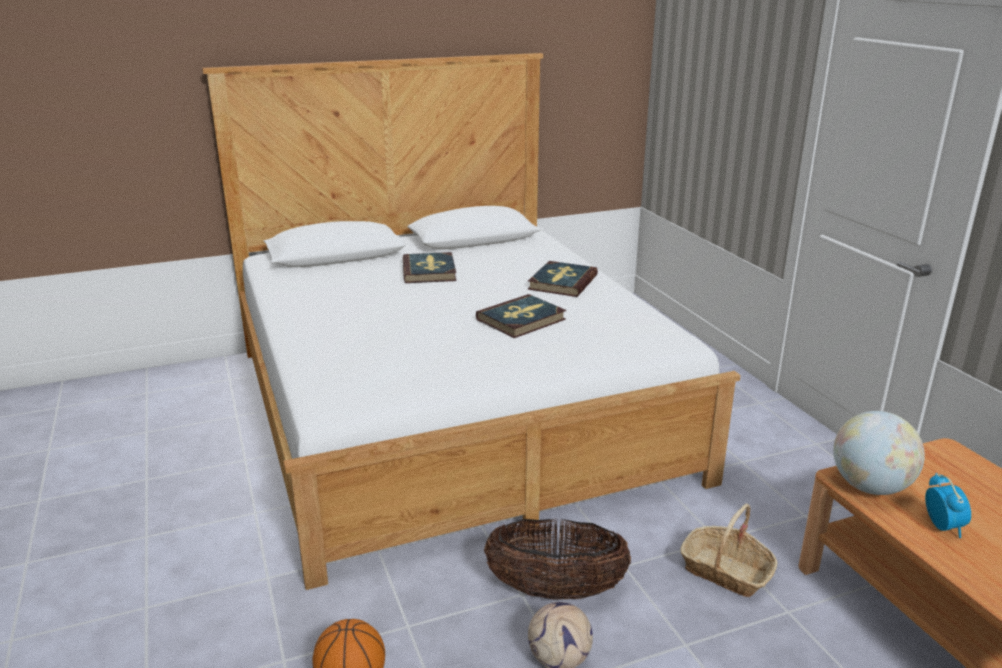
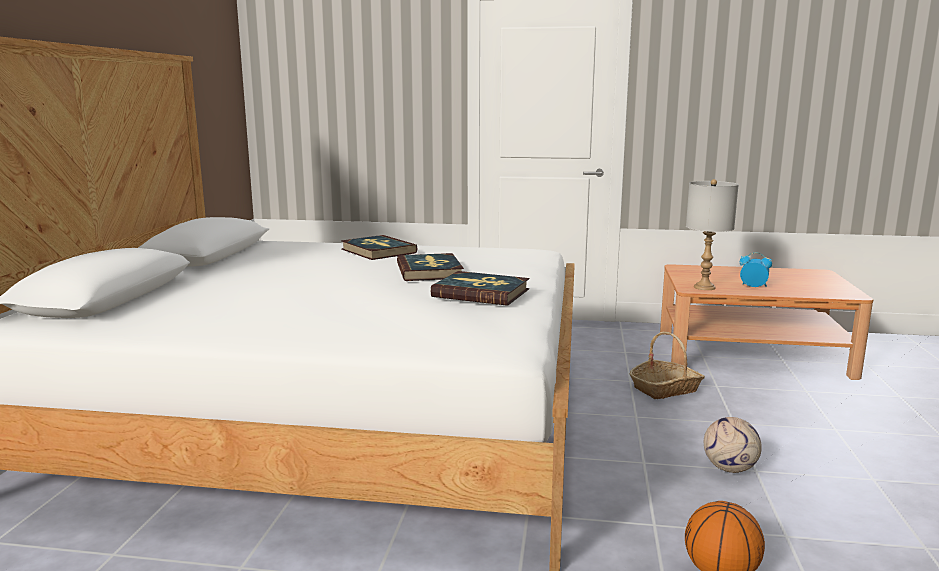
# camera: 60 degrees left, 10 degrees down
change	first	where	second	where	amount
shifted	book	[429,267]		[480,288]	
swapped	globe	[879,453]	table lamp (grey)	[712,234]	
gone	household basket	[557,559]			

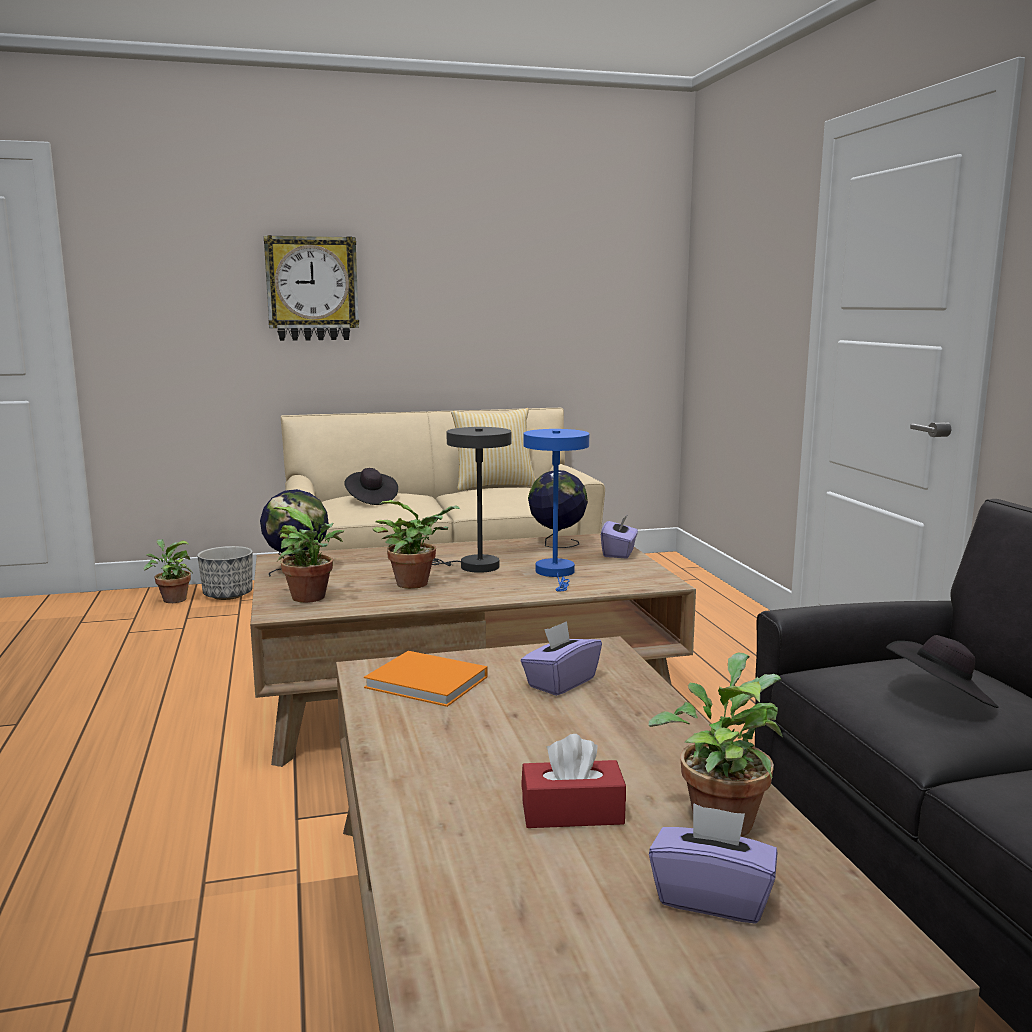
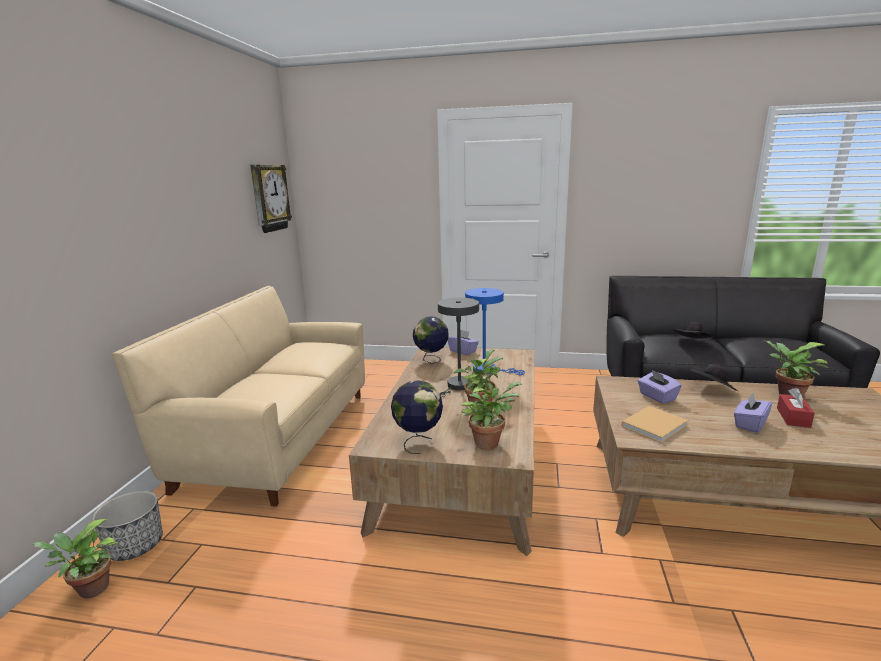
# camera: 65 degrees left, 5 degrees up
change	first	where	second	where	amount
shifted	hanging clock	[311,288]		[271,199]	
repainted	book (orange-coloured)	[426,679]	book (sand-coloured)	[654,424]	
shifted	clothing hat (black-coloured)	[371,486]		[714,377]	
shifted	box of tissues (purple-coloured)	[713,863]		[753,412]	
gone	pillow	[493,449]			

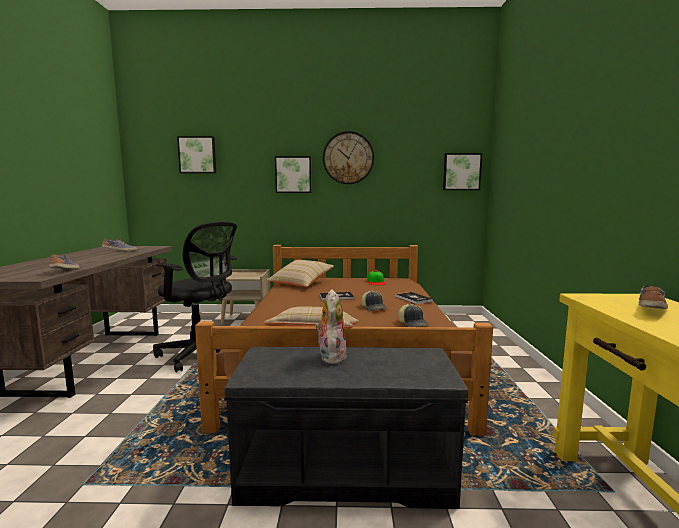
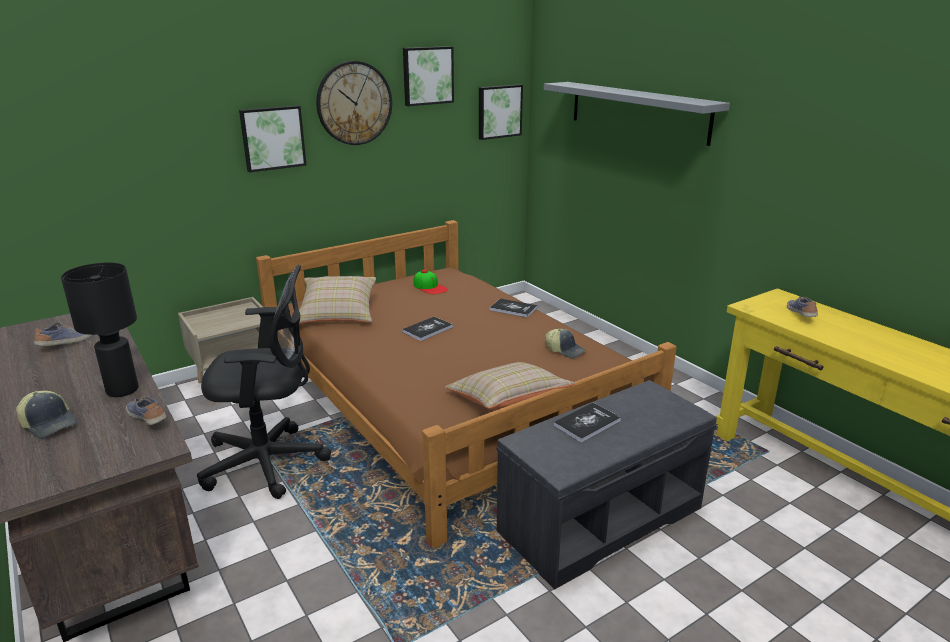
# camera: 35 degrees left, 15 degrees up
change	first	where	second	where	amount
shifted	cap	[374,300]		[47,415]	
new			table lamp (black-coloured)	[100,329]	
shifted	picture	[196,155]		[428,76]	
new			shelf (grey)	[637,114]	
swapped	soft toy	[331,326]	book	[587,423]	

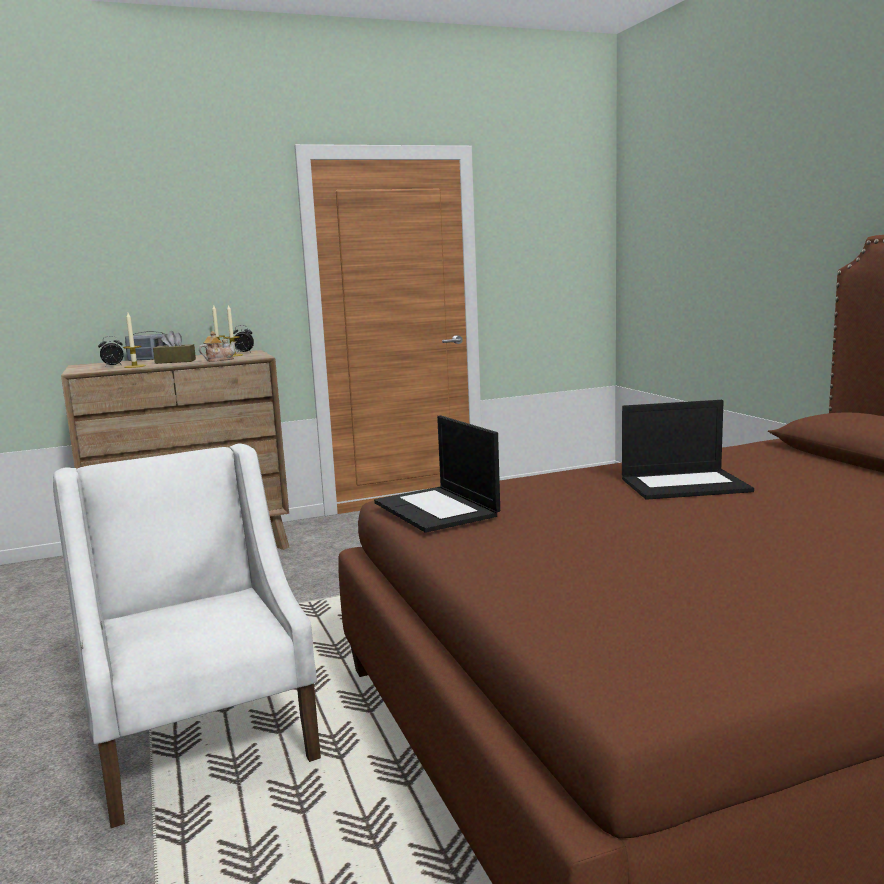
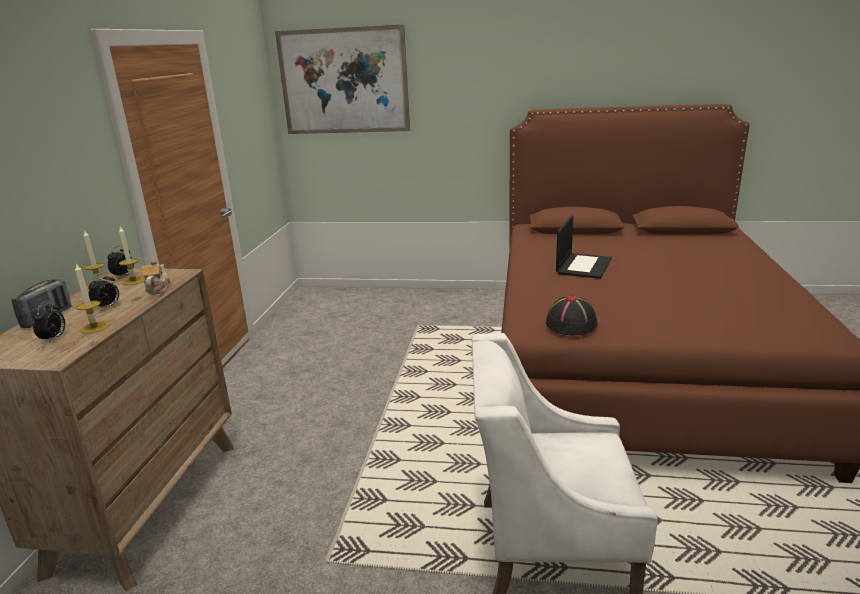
# camera: 60 degrees left, 10 degrees up
change	first	where	second	where	amount
swapped	box of tissues (brown)	[174,347]	table clock	[103,292]	
new			picture	[342,79]	
swapped	laptop	[437,474]	clothing hat (black-coloured)	[571,315]	

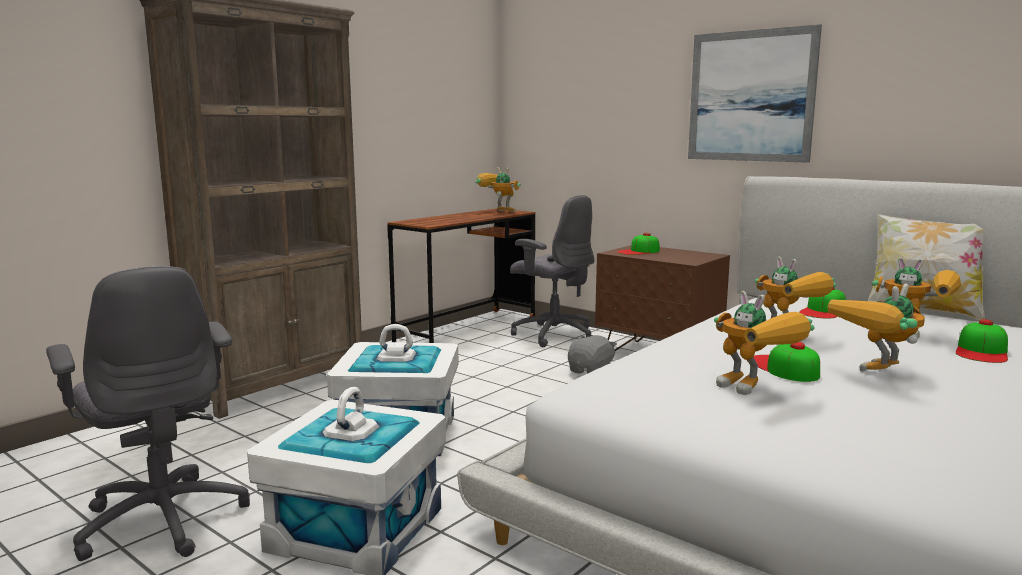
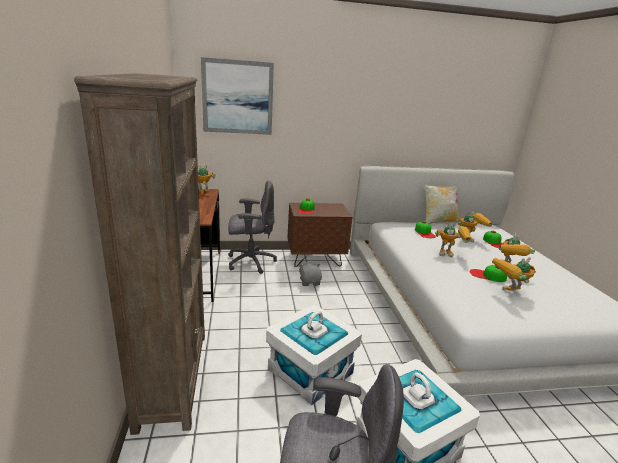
# camera: 50 degrees left, 10 degrees up
change	first	where	second	where	amount
shifted	picture	[755,93]		[237,96]	
rotated	toy robot	[764,343]		[514,274]	150 degrees clockwise

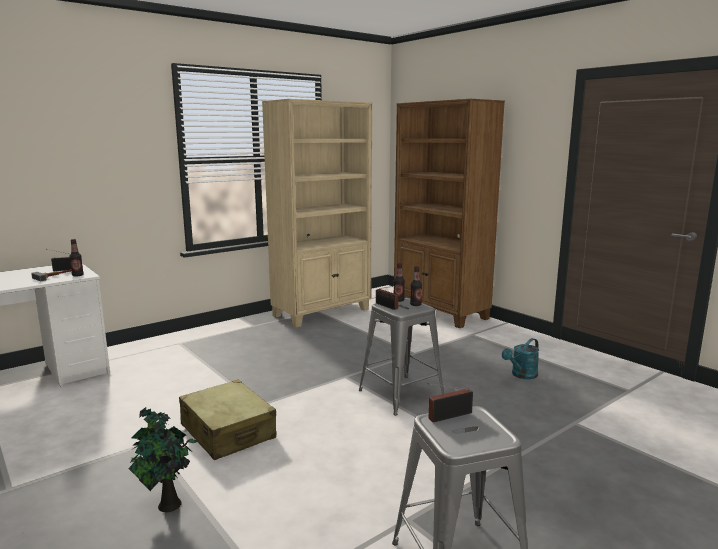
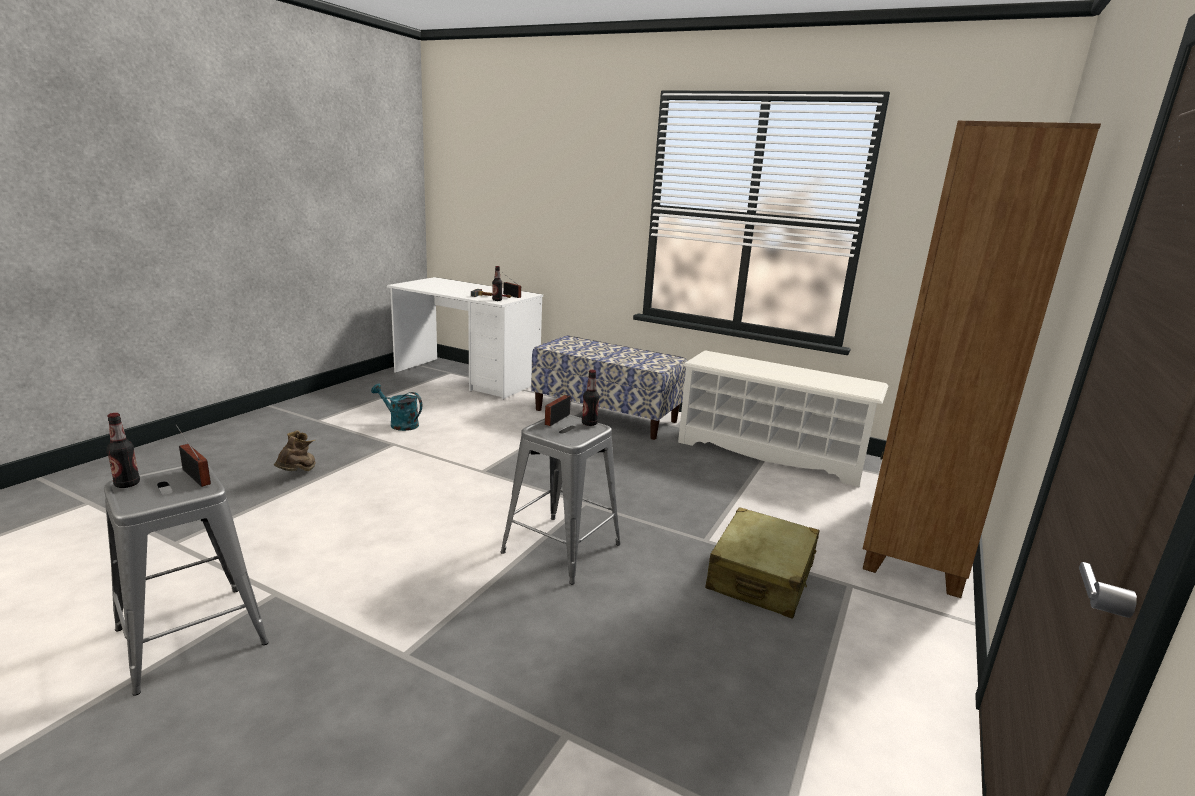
# camera: 65 degrees right, 5 degrees up
change	first	where	second	where	amount
shifted	bottle	[416,286]		[123,450]	
swapped	houseplant	[163,459]	high-top boot (brown)	[294,451]	
shifted	sprinkling can (turquoise-coloured)	[520,358]		[396,407]	
new			indoor bench	[609,387]	
swapped	shelving unit (sand-coloured)	[317,213]	shoe rack (whitish)	[783,418]	
shifted	suitcase (sand-coloured)	[227,419]		[762,563]	

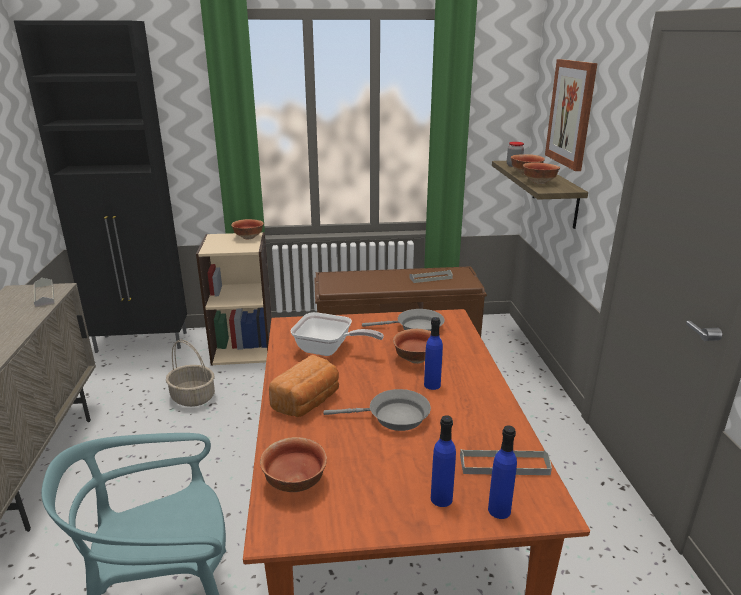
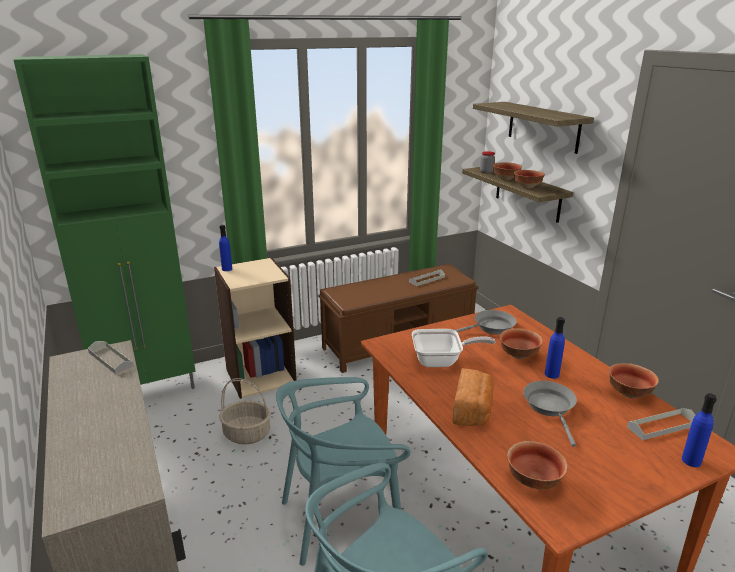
# camera: 20 degrees left, 0 degrees up
change	first	where	second	where	amount
repainted	storage cabinet (black-coloured)	[100,186]	storage cabinet (green)	[105,221]	
shifted	bottle (bluish)	[443,461]		[225,248]	
new			upright chair (turquoise-coloured)	[343,471]	
swapped	picture	[571,115]	shelf	[533,128]	
rotated	frying pan (grey)	[377,410]		[550,414]	75 degrees counterclockwise
shifted	deep dish	[247,229]		[634,380]	

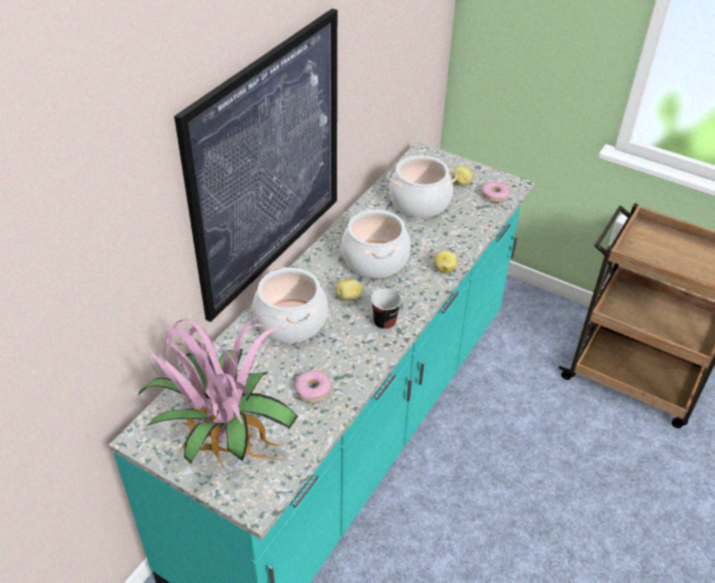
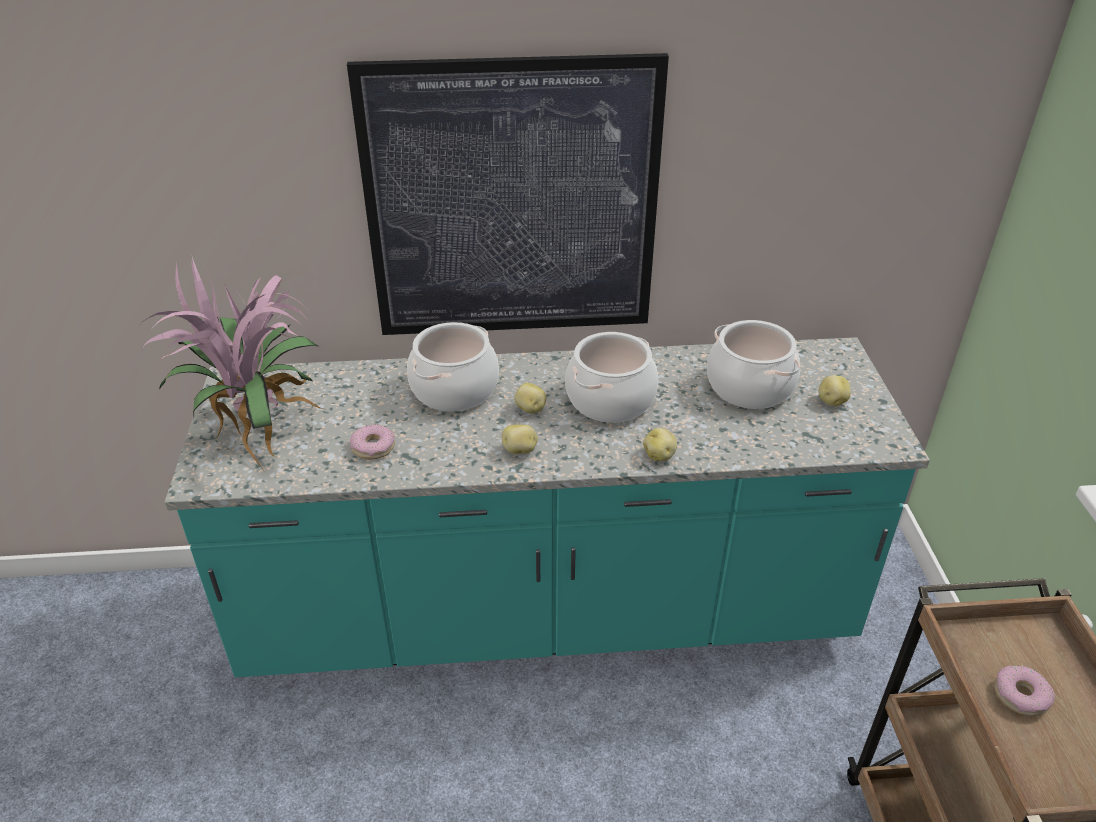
# camera: 55 degrees right, 5 degrees down
change	first	where	second	where	amount
swapped	cup	[386,309]	whole potato	[520,439]	
shifted	donut	[496,191]		[1024,690]	

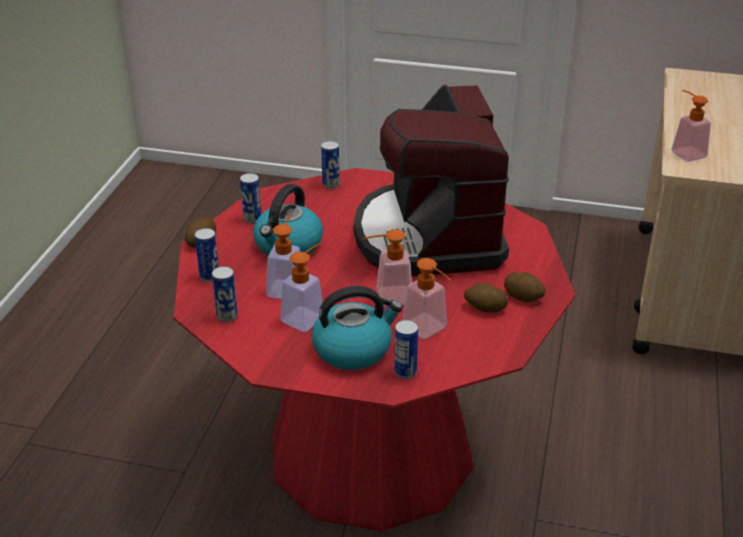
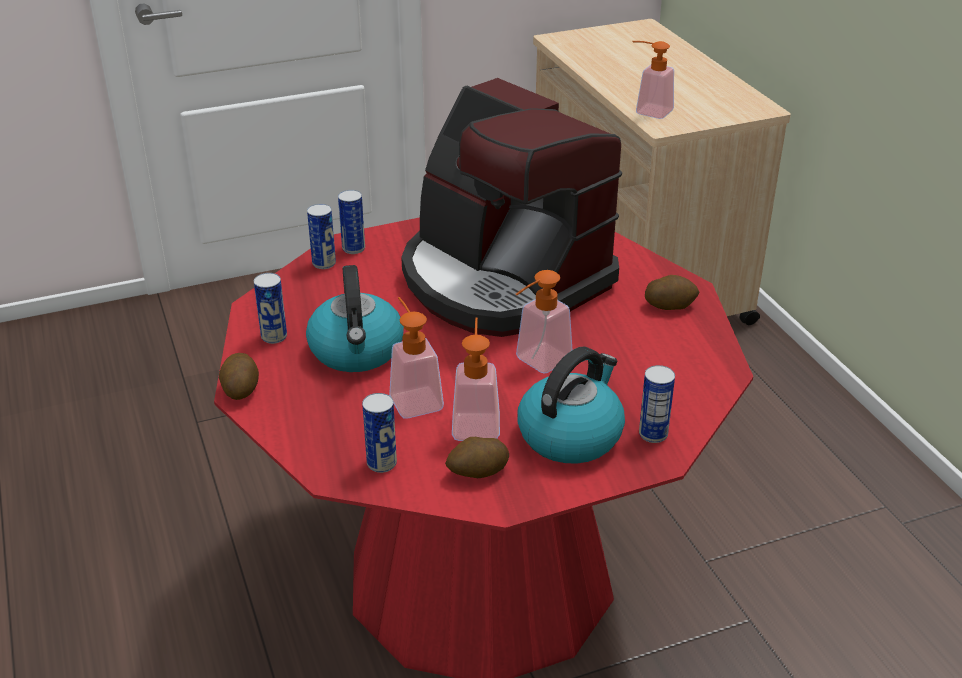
# camera: 35 degrees left, 0 degrees up
change	first	where	second	where	amount
shifted	metal can	[207,255]		[351,222]	
shifted	whole potato	[486,298]		[477,457]	
gone	liquid soap bottle	[426,298]			

